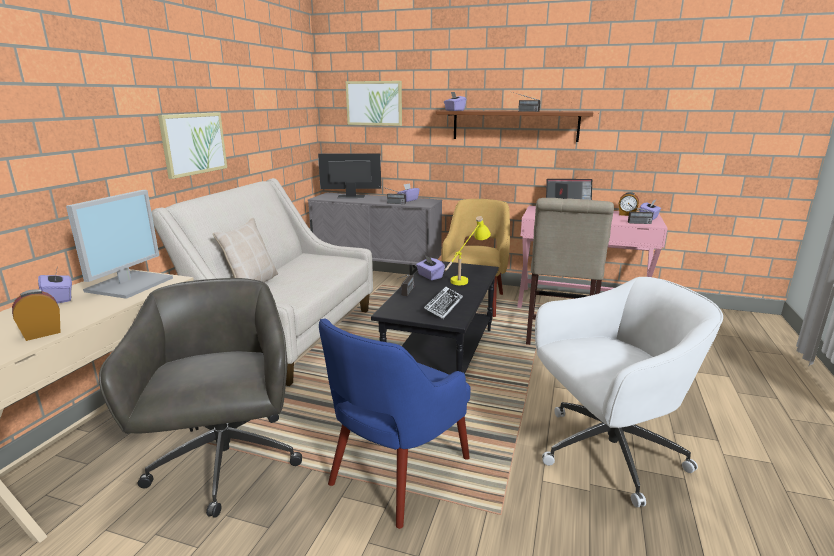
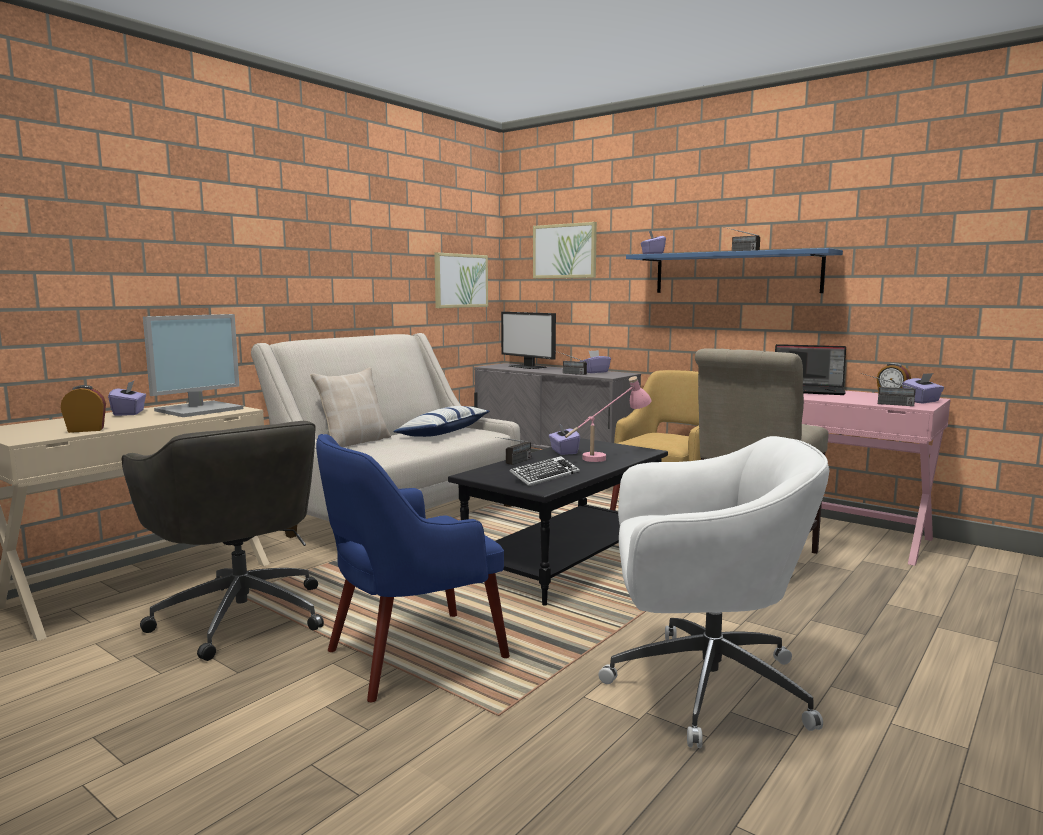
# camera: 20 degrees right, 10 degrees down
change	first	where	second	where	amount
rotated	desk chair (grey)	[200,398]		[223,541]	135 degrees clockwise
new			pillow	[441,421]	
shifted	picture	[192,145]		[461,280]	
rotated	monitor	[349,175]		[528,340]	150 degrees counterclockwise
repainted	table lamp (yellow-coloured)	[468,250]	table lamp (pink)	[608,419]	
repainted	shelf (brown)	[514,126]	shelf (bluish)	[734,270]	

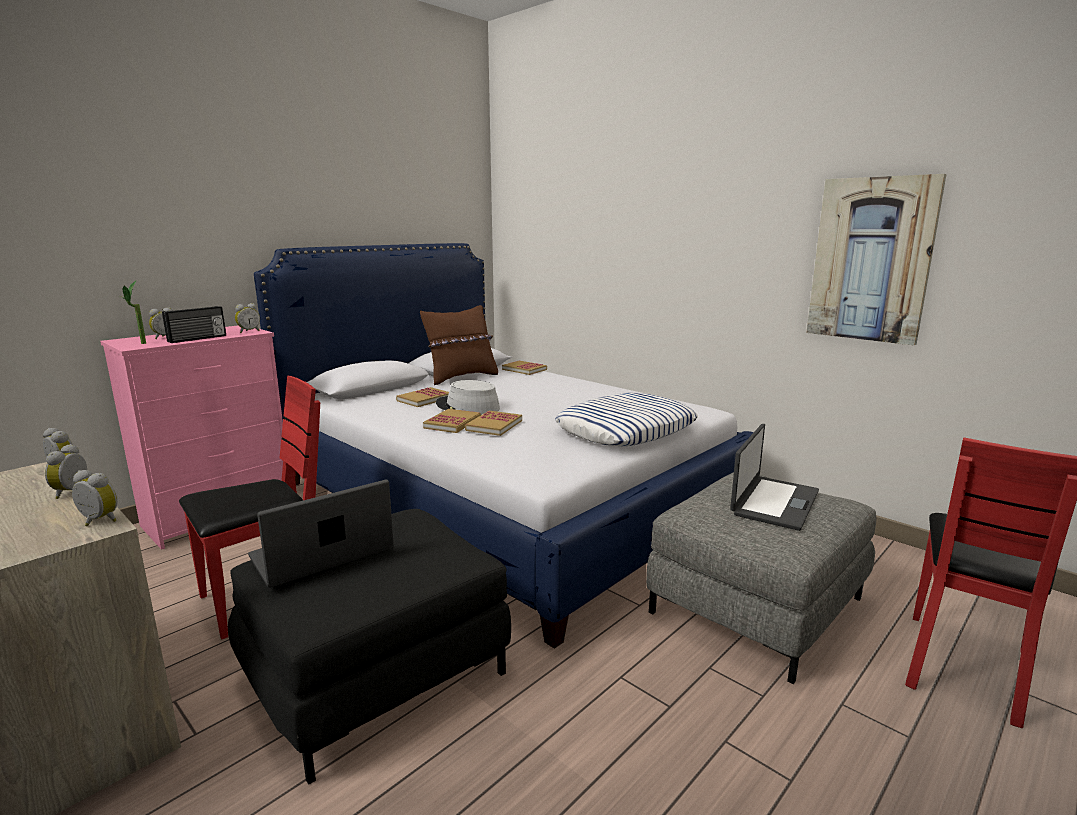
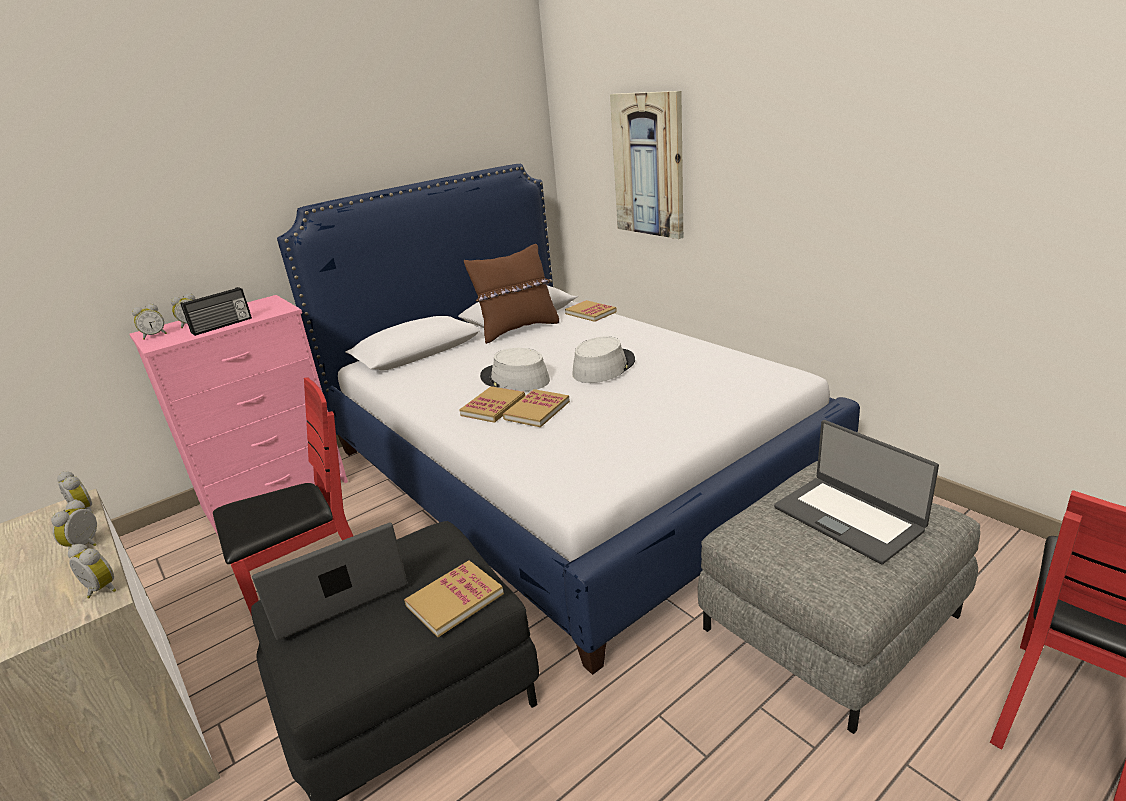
# camera: 10 degrees right, 10 degrees up
change	first	where	second	where	amount
shifted	table clock	[247,318]		[149,322]	
shifted	book	[422,397]		[454,598]	
new			clothing hat (grey)	[603,359]	
shifted	picture	[876,259]		[646,165]	
rotated	laptop	[774,477]		[856,492]	105 degrees clockwise
gone	houseplant	[133,312]			
gone	pillow	[626,419]			

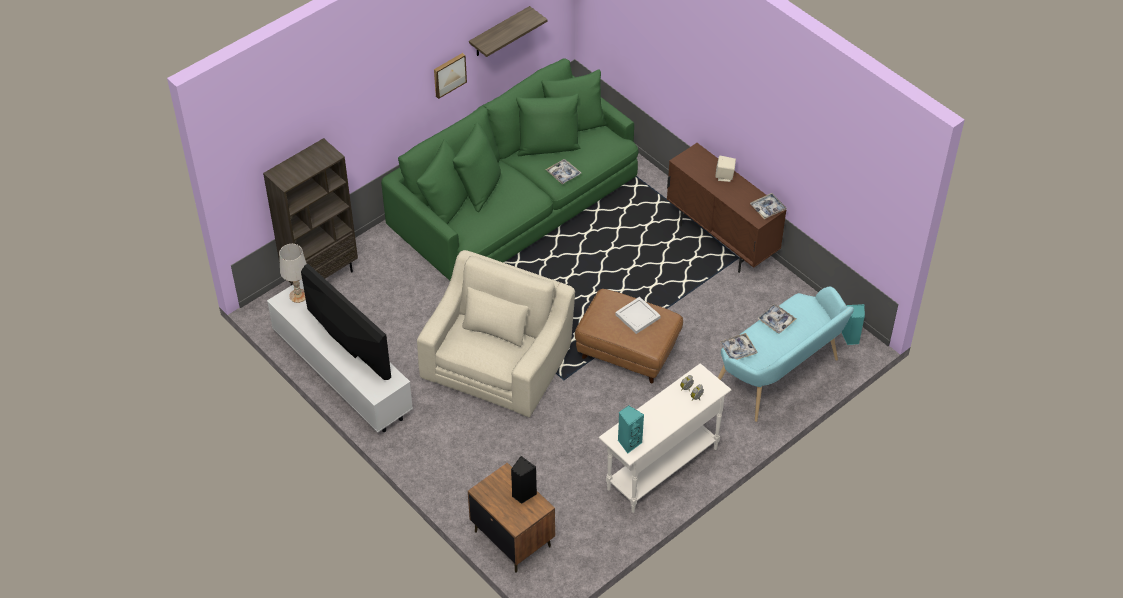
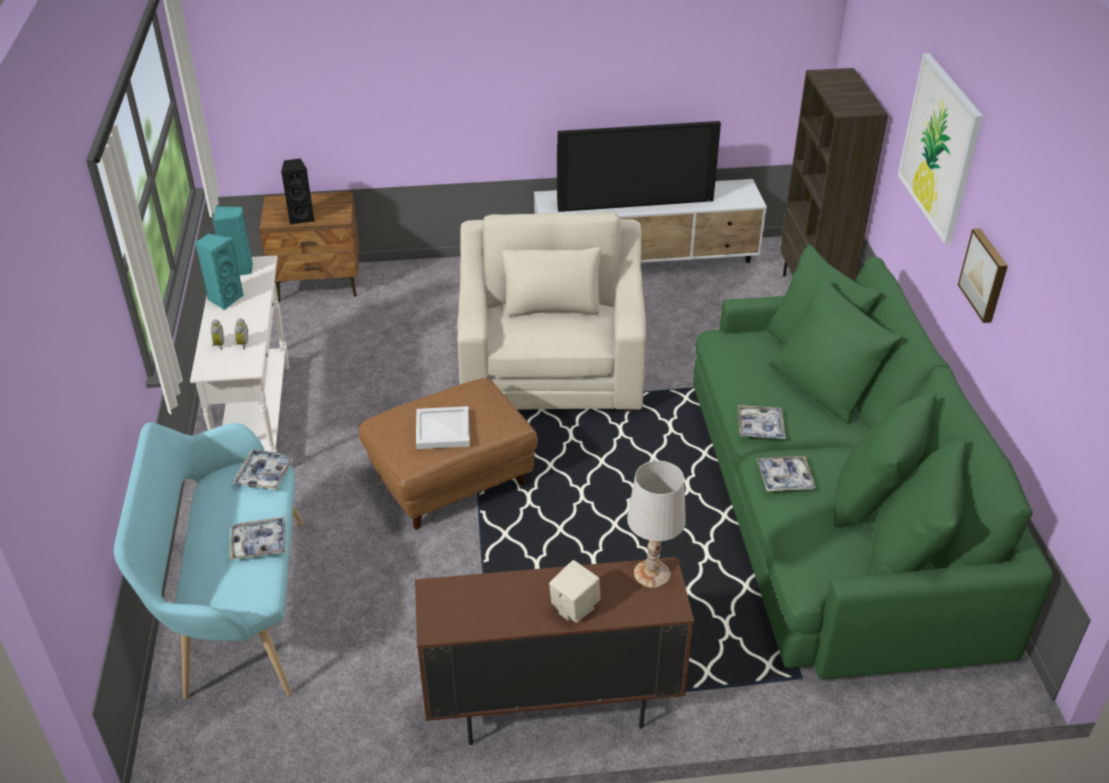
# camera: 125 degrees right, 10 degrees down
change	first	where	second	where	amount
shifted	loudspeaker (turquoise-coloured)	[853,324]		[219,271]	
rotated	lounge chair (sand-coloured)	[496,334]		[551,312]	150 degrees counterclockwise
shifted	table lamp (whitish)	[293,273]		[656,524]	
shifted	serving tray	[768,206]		[762,422]	
new			picture	[940,148]	
gone	shelf	[508,31]			

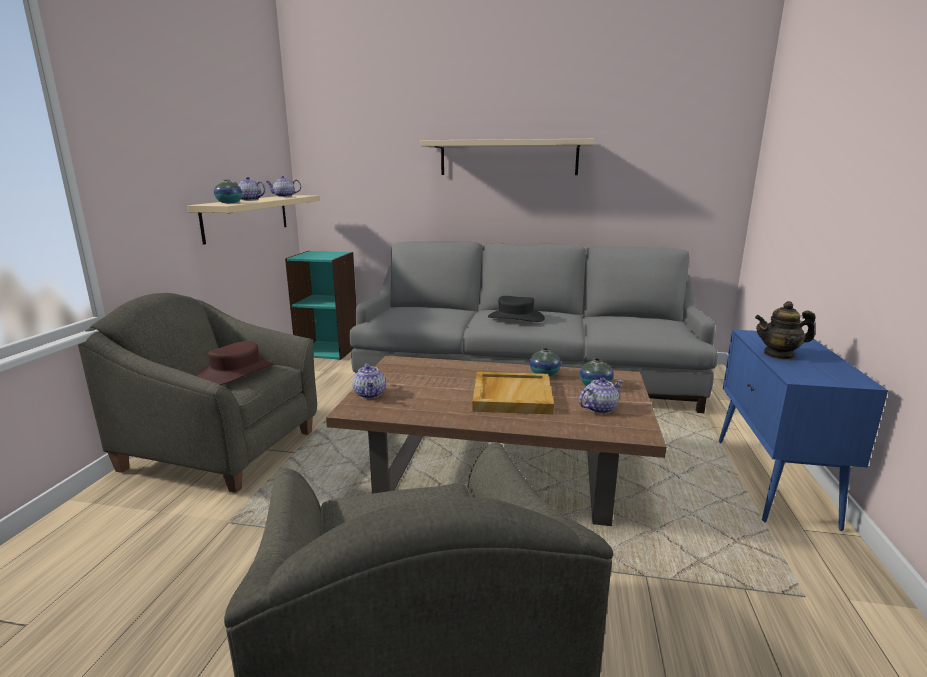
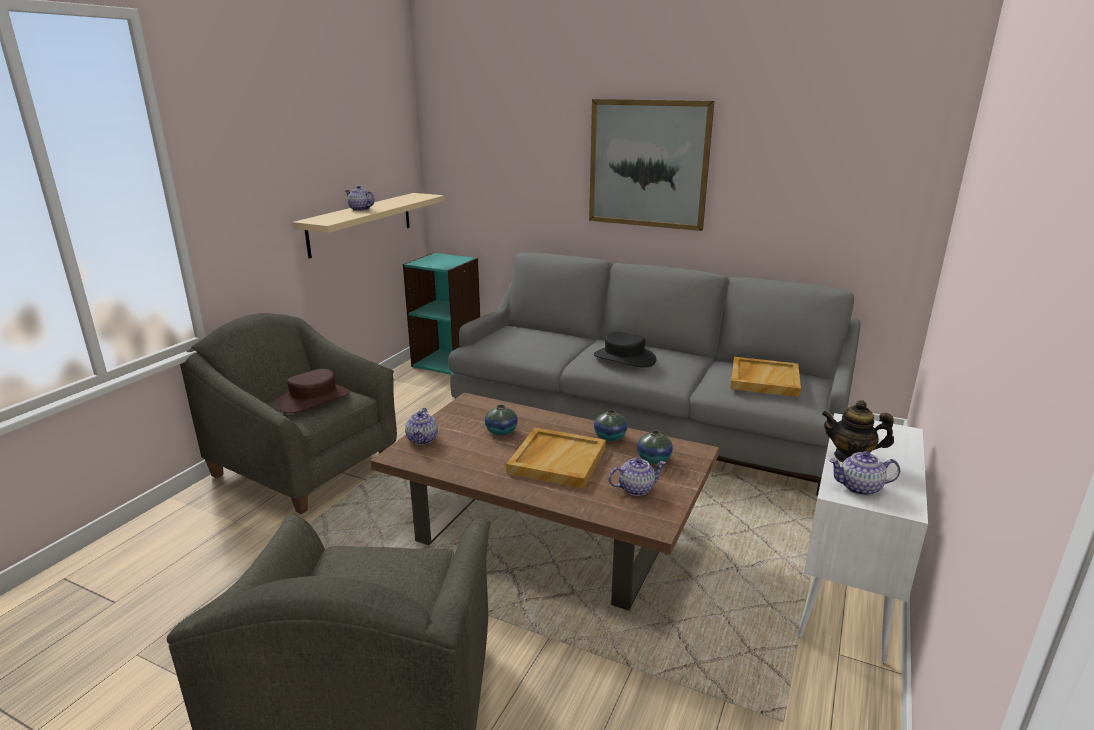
# camera: 15 degrees right, 5 degrees up
change	first	where	second	where	amount
shifted	vase	[228,191]		[501,420]	
swapped	shelf (sand-coloured)	[507,157]	picture	[651,165]	
new			serving tray (sand-coloured)	[765,377]	
repainted	storage cabinet (bluish)	[803,430]	storage cabinet (whitish)	[862,538]	
shifted	pot for tea	[283,186]		[864,473]	

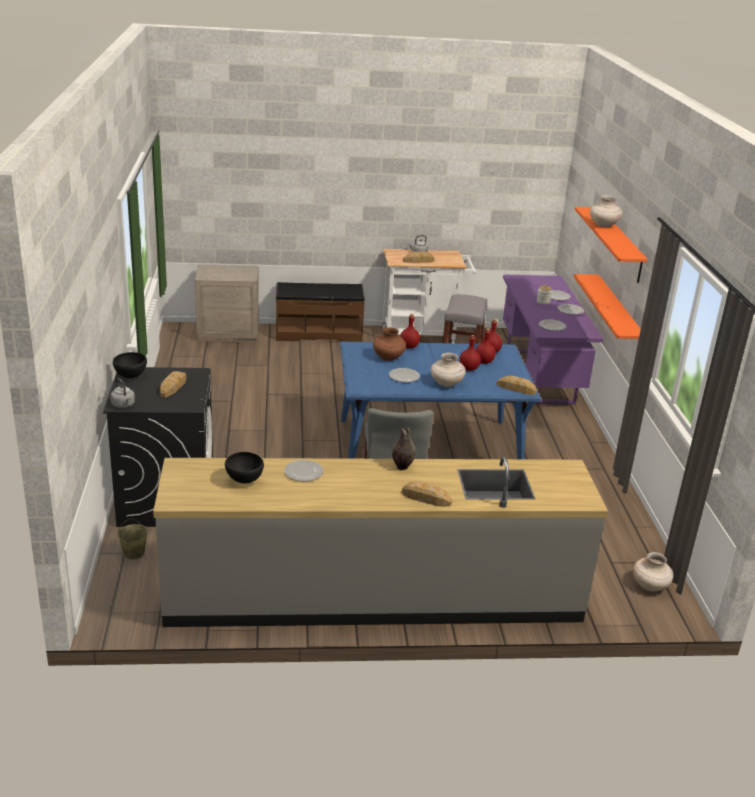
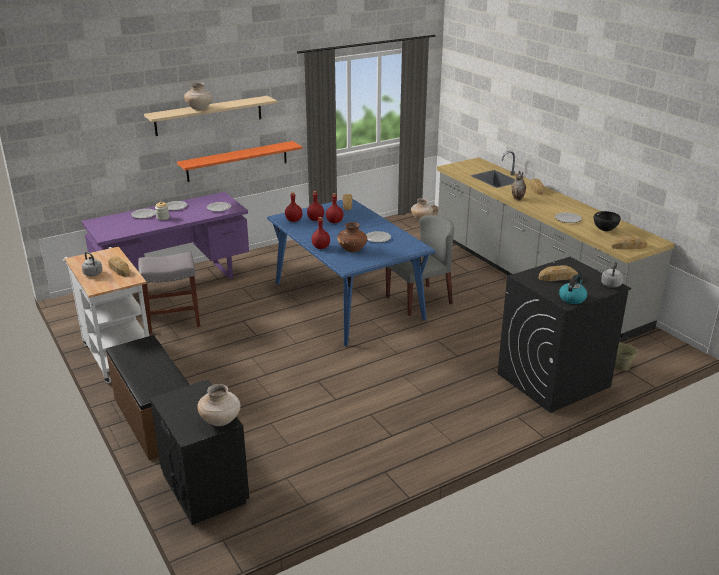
# camera: 115 degrees left, 0 degrees up
change	first	where	second	where	amount
repainted	shelf (orange-coloured)	[611,245]	shelf (sand-coloured)	[210,116]	
repainted	nightstand (sand-coloured)	[227,303]	nightstand (black-coloured)	[200,452]	
shifted	vase (sand-coloured)	[448,370]		[218,405]	
swapped	deep dish (black-coloured)	[130,365]	water kettle	[573,289]	
new			baked bread	[629,242]	

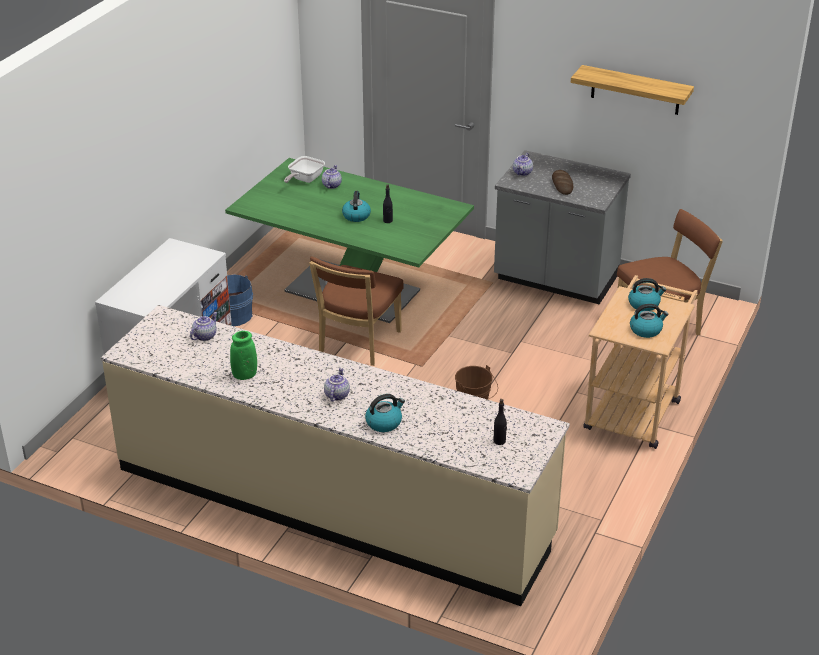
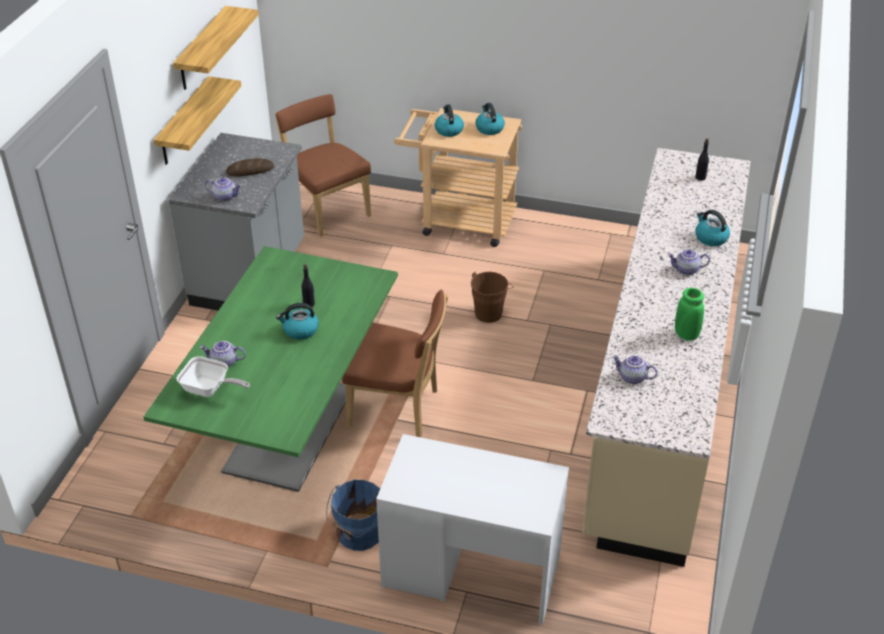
# camera: 100 degrees left, 5 degrees up
change	first	where	second	where	amount
new			shelf	[197,120]	

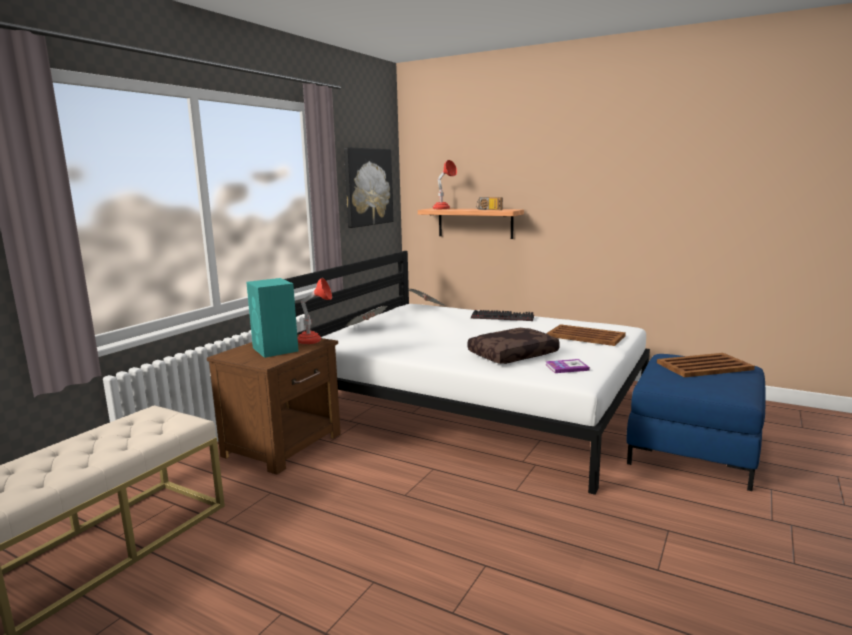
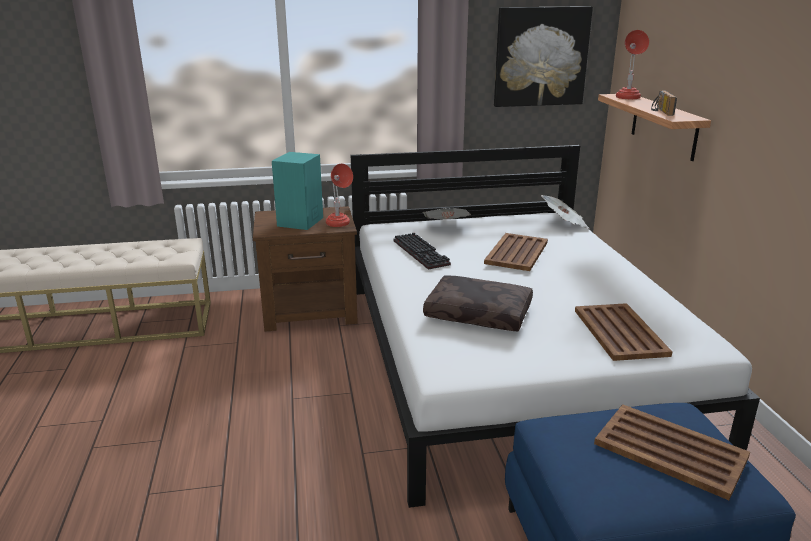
# camera: 50 degrees right, 10 degrees up
change	first	where	second	where	amount
shifted	keyboard	[502,315]		[422,251]	
new			serving tray (brown)	[516,252]	
gone	book	[568,366]			

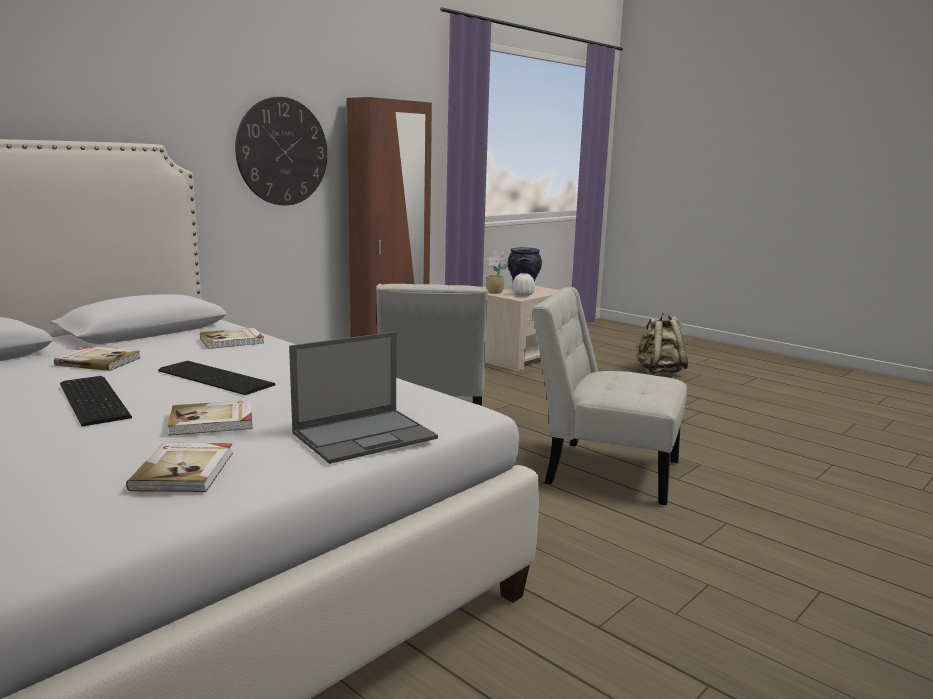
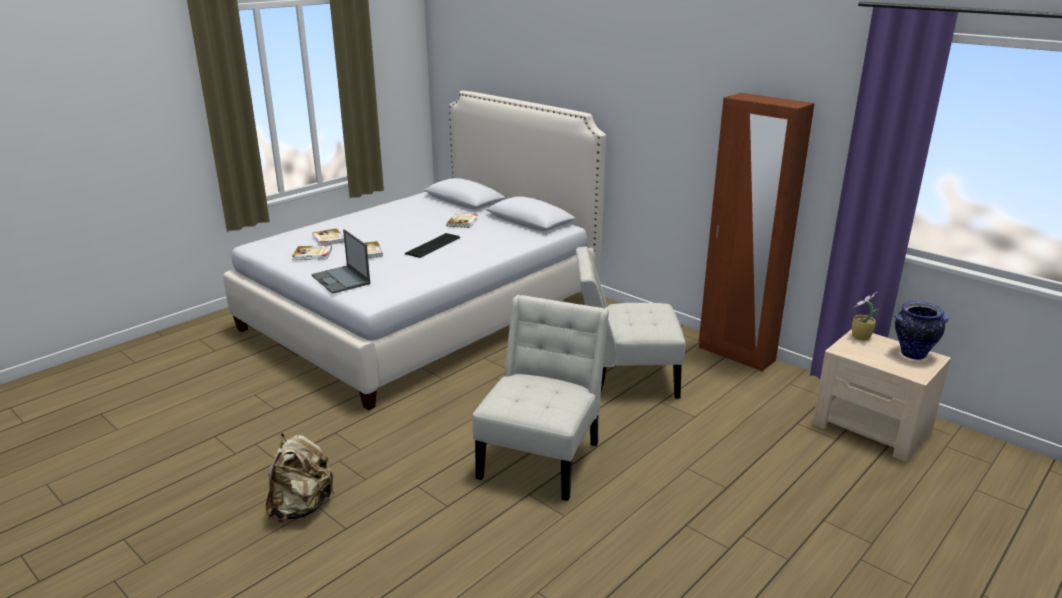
# camera: 90 degrees right, 10 degrees up
change	first	where	second	where	amount
shifted	knapsack (sand-coloured)	[662,343]		[300,477]	
shifted	book	[232,338]		[328,237]	
gone	keyboard	[96,401]			
gone	hanging clock	[281,151]			
gone	vase (whitish)	[524,284]			

